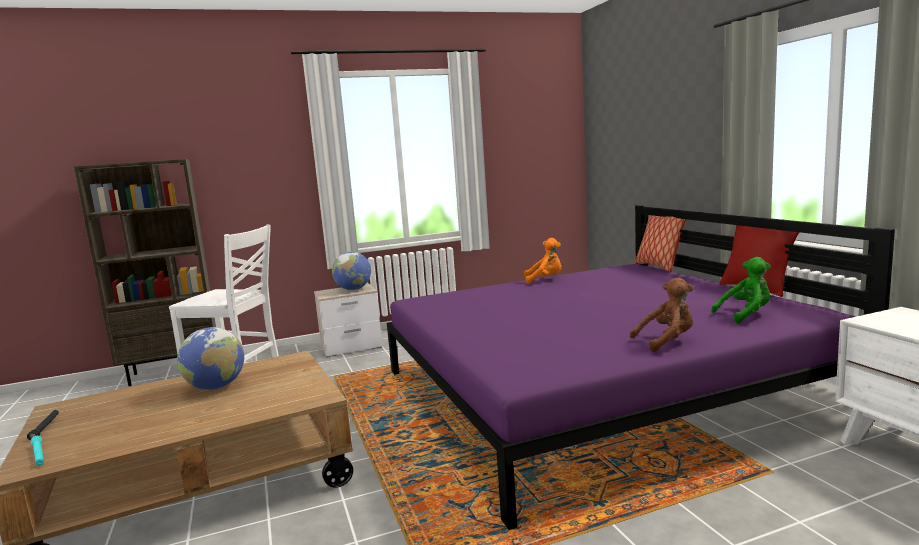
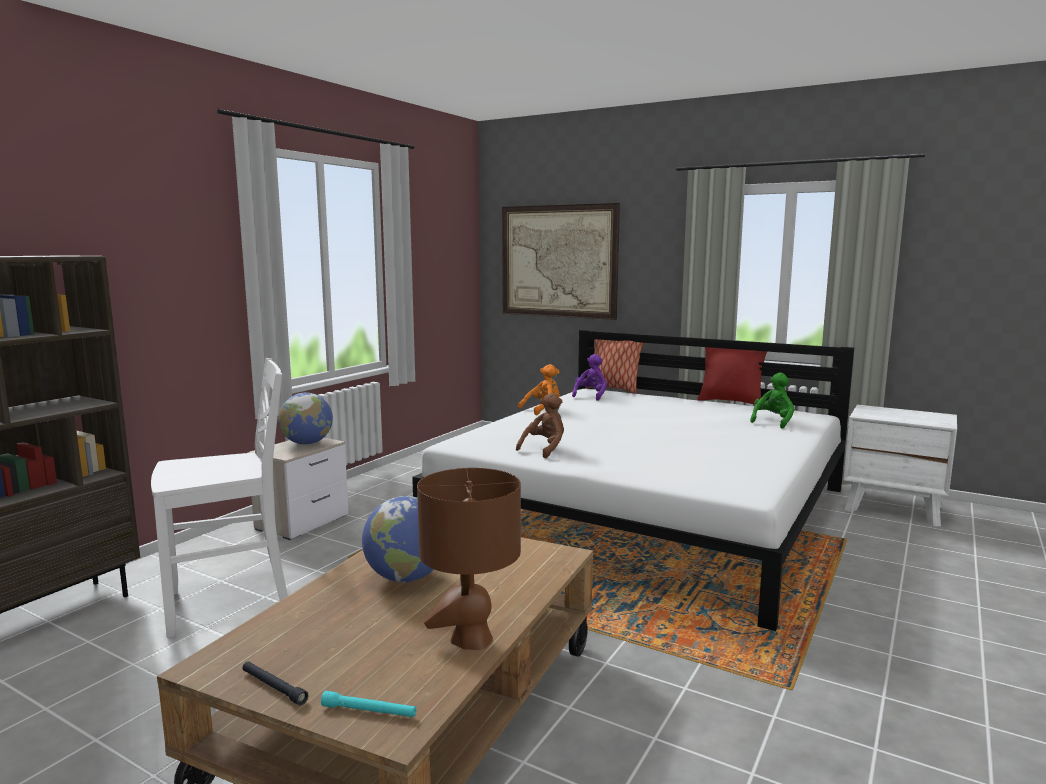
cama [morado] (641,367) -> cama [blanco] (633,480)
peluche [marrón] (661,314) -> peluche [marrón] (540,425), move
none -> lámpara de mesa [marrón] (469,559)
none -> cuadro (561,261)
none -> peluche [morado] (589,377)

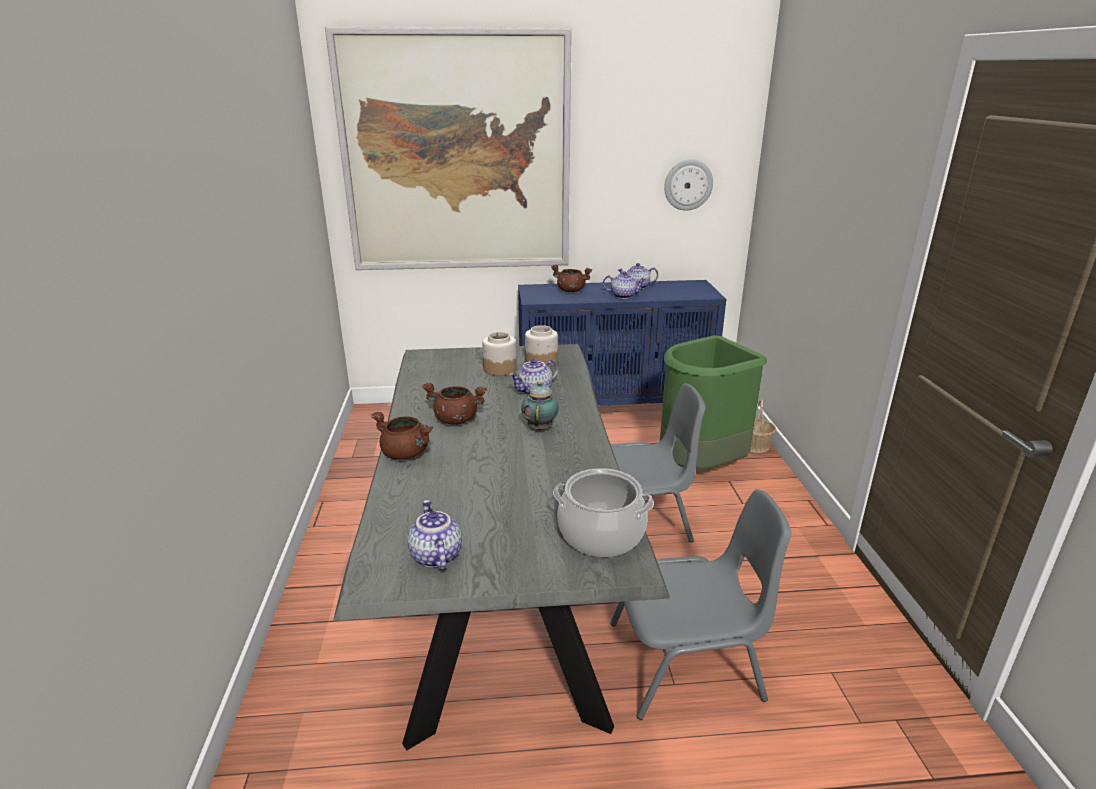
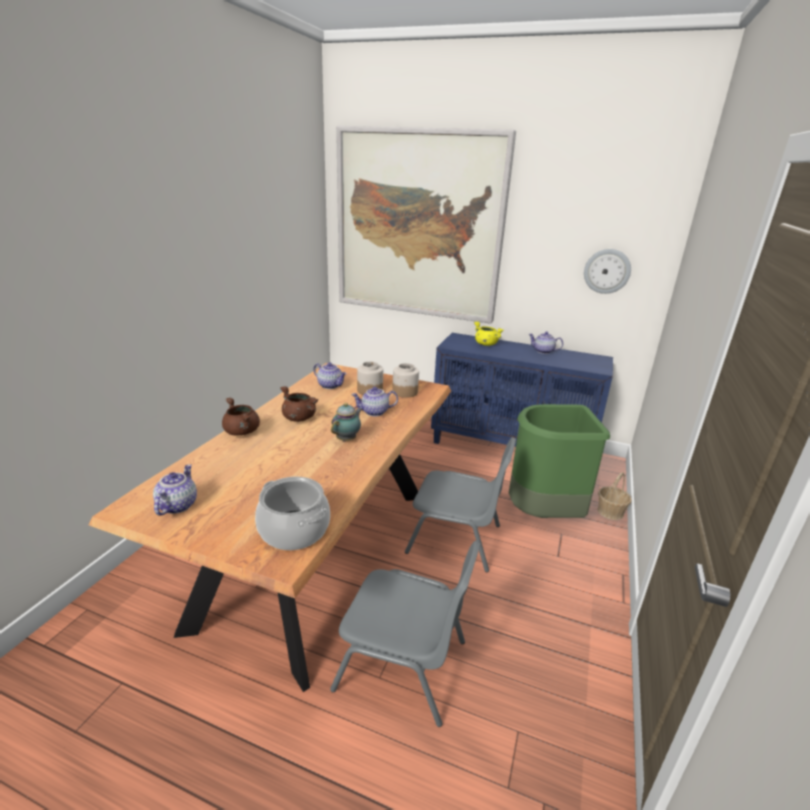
mesa de comedor [gris] (501,547) -> mesa de comedor [marrón] (270,527)
olla [marrón] (571,278) -> olla [amarillo] (489,333)
tetera (624,285) -> tetera (330,376), move

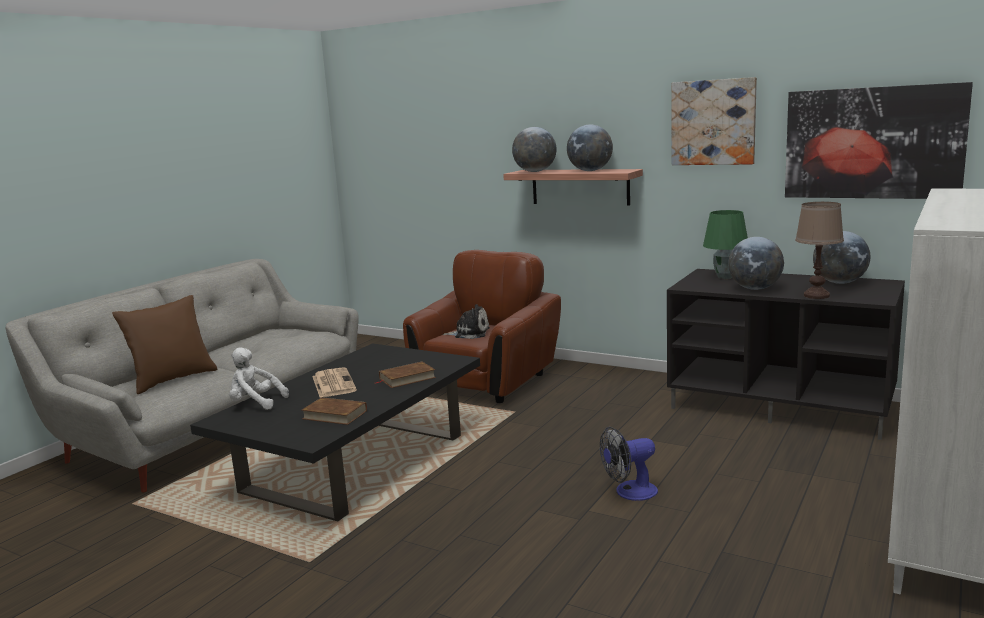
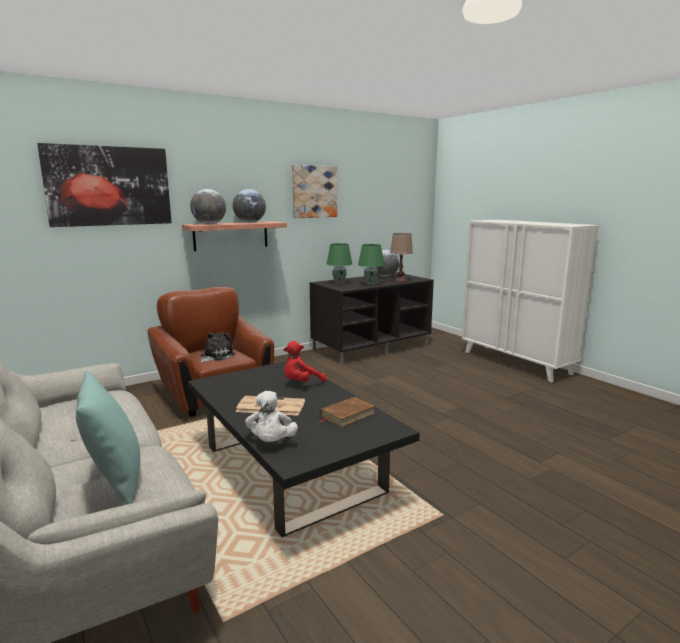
cojín [marrón] (164,344) -> cojín [turquesa] (108,437)
peluche [blanco] (259,379) -> peluche [blanco] (271,416), 45 degrees counterclockwise
libro [marrón] (405,374) -> peluche [rojo] (305,361)
ventilador (629,464) -> none
globo terráqueo (756,263) -> lámpara de mesa [verde] (371,264)
cuadro (879,140) -> cuadro (104,185), move

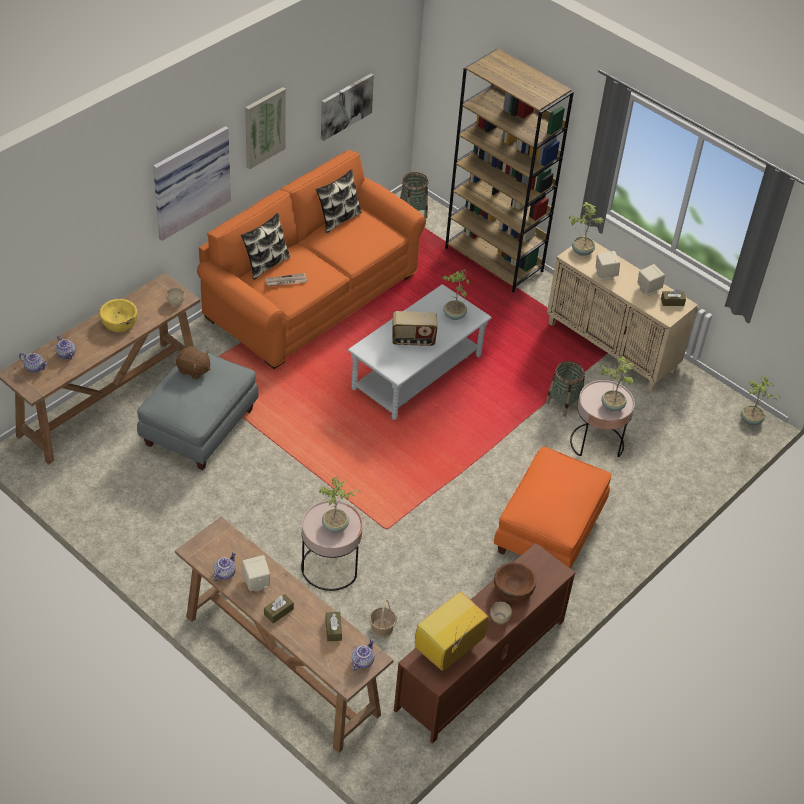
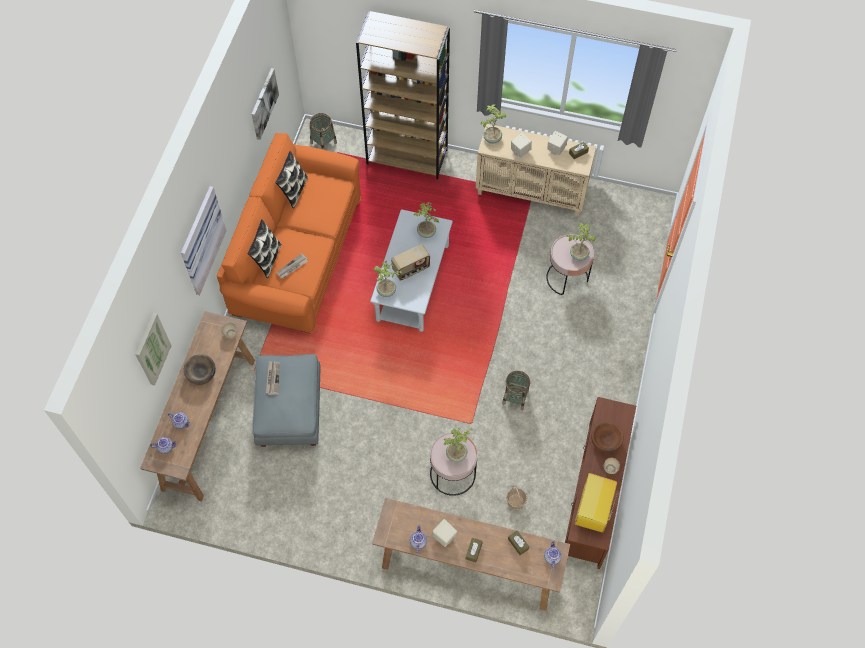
cuenco [amarillo] (119,315) -> cuenco [marrón] (200,369)
peluche [marrón] (193,363) -> periódico (273,378)
cuadro (265,128) -> cuadro (153,349), move
puf [naranja] (553,508) -> none
cesta (565,389) -> cesta (516,390), move
planta en maceta (761,400) -> planta en maceta (387,279), move

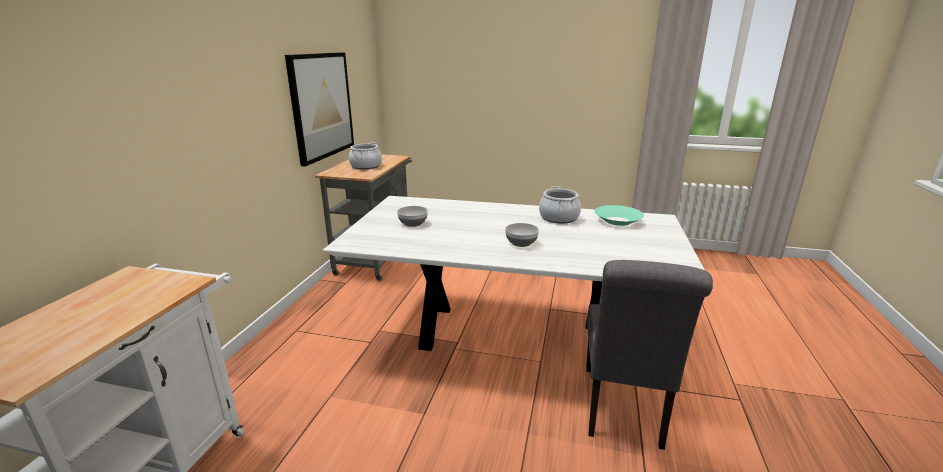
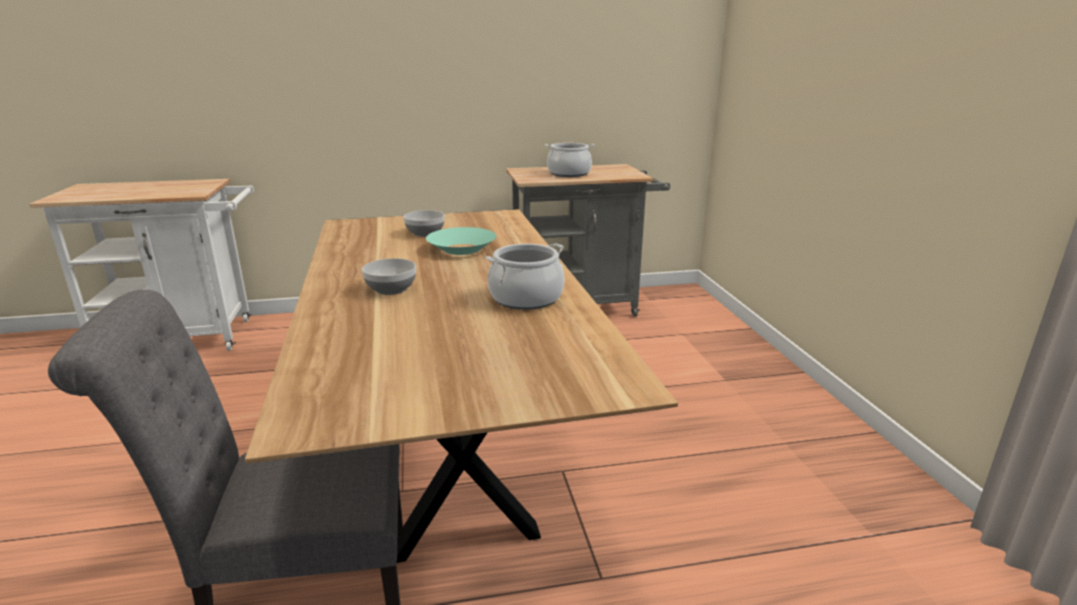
cuadro (319,109) -> none
mesa de comedor [blanco] (518,284) -> mesa de comedor [marrón] (461,386)
cuenco [turquesa] (619,215) -> cuenco [turquesa] (461,241), move

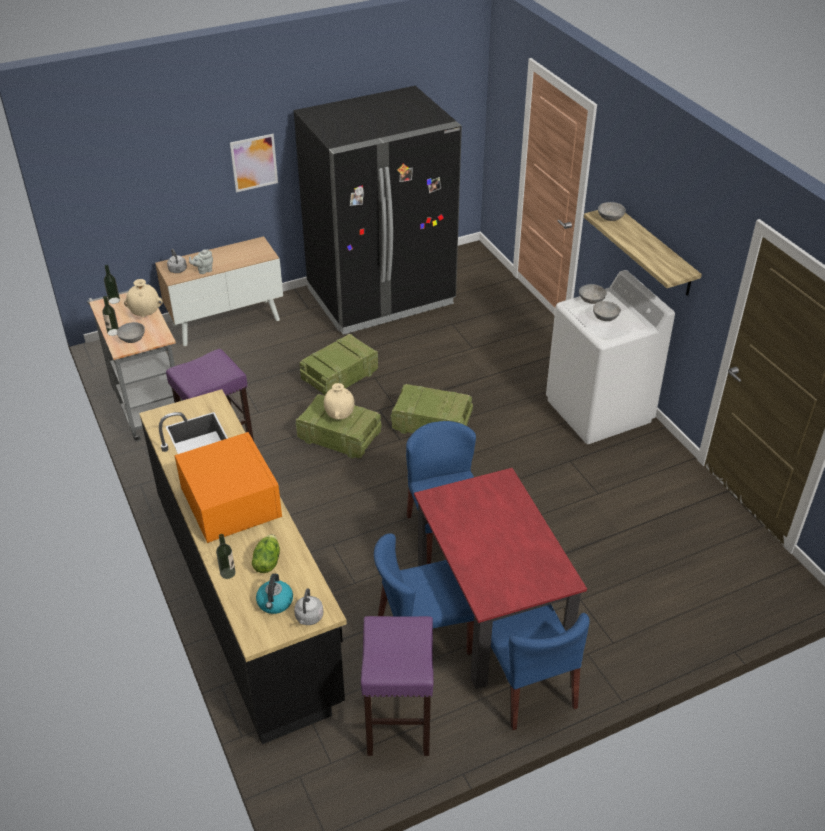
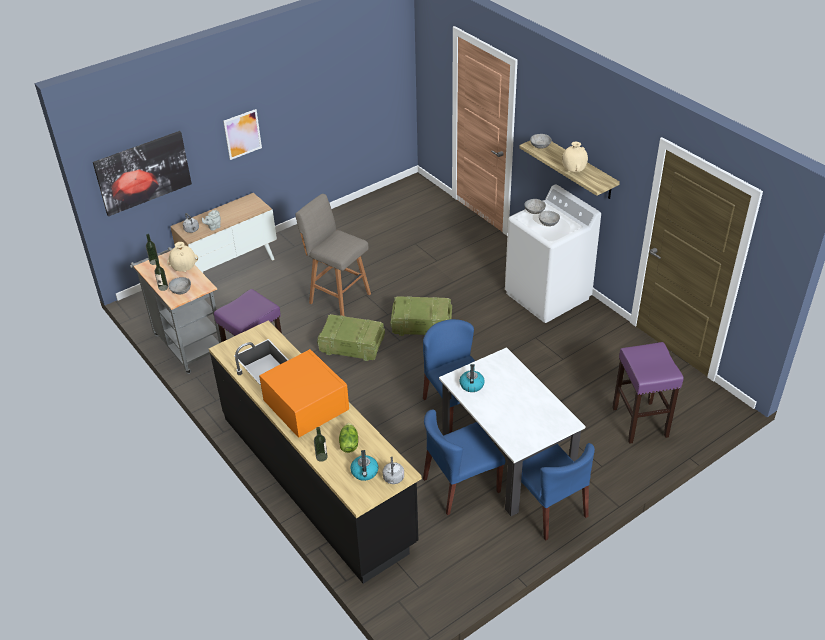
nevera [negro] (378,210) -> none
caja de embalaje (339,364) -> taburete [gris] (333,255)
florero [beis] (339,401) -> florero [beis] (575,157), move
taburete [morado] (397,686) -> taburete [morado] (648,393), move
mesa de comedor [rojo] (500,578) -> mesa de comedor [blanco] (512,431)
none -> cuadro (142,173)
none -> hervidor (472,378)

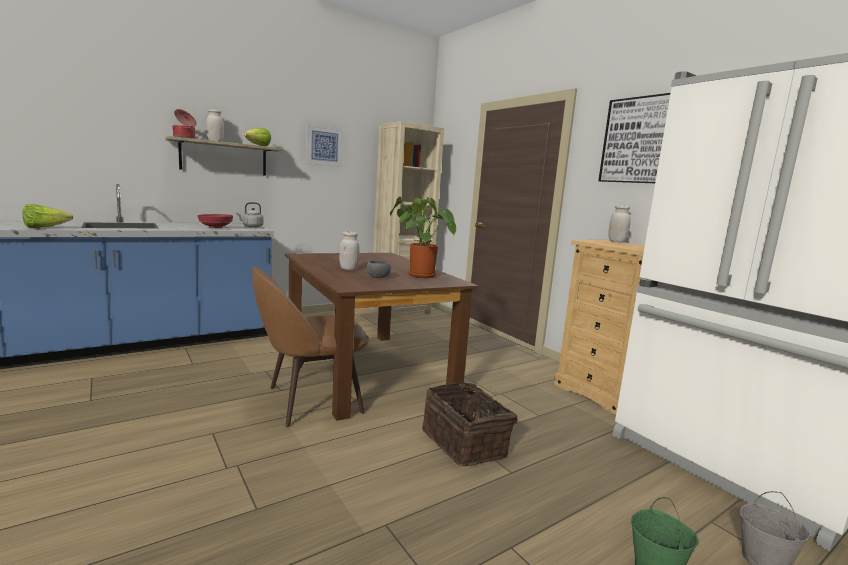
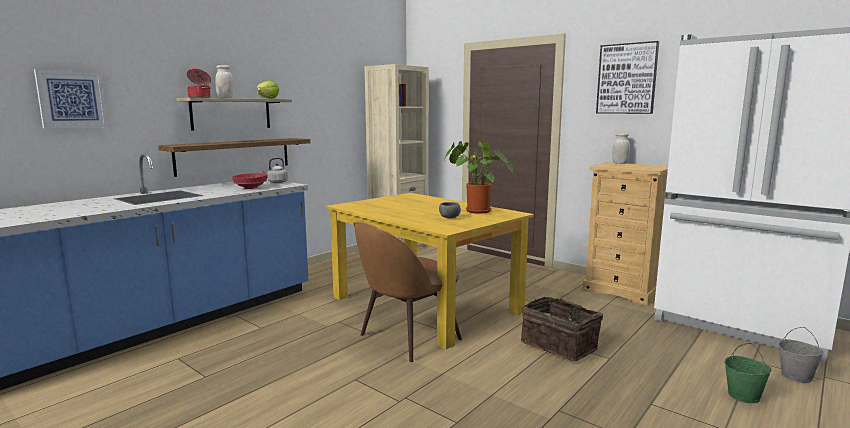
lechuga (48,216) -> none
mesa de comedor [marrón] (382,337) -> mesa de comedor [amarillo] (429,271)
cuadro (324,145) -> cuadro (71,99), move
tarro [blanco] (349,250) -> none
none -> estante (234,157)

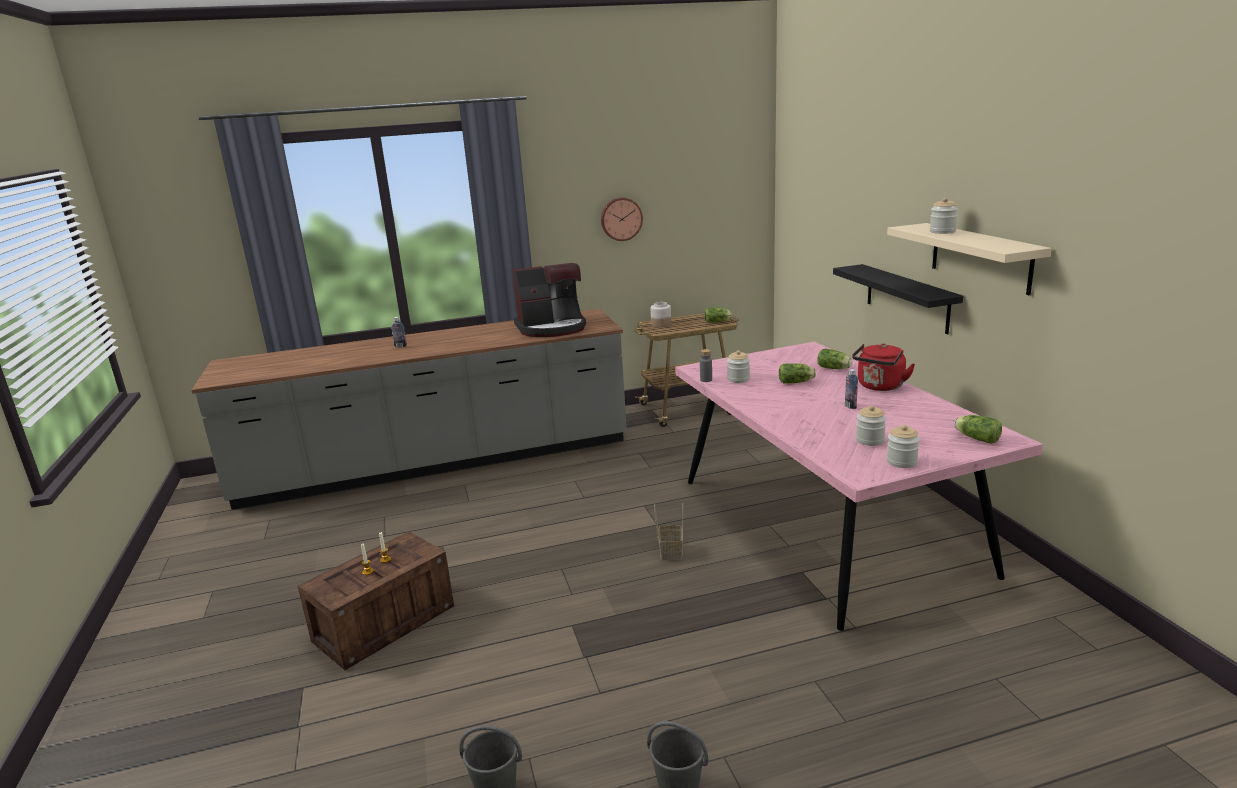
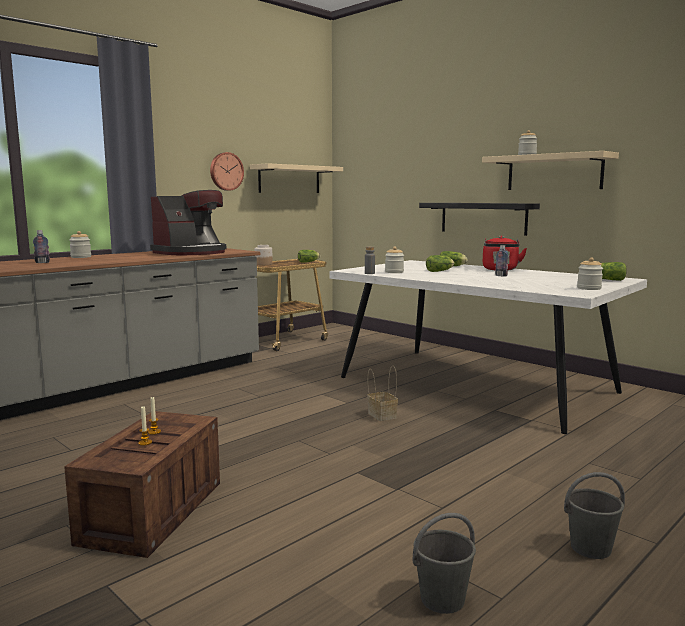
mesa de comedor [rosa] (859,486) -> mesa de comedor [blanco] (488,347)
tarro (871,425) -> tarro (80,244), move
none -> estante [beis] (296,178)

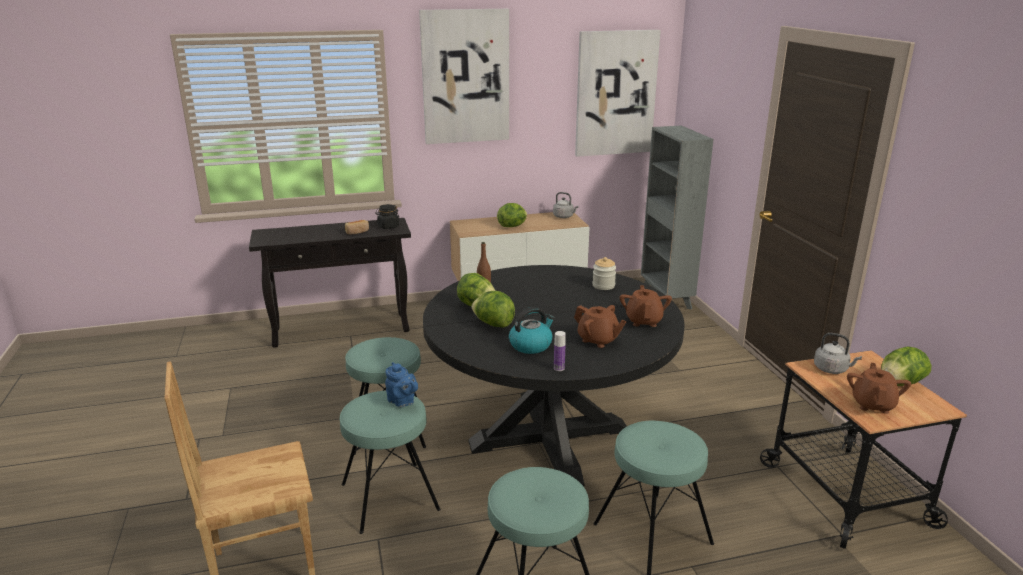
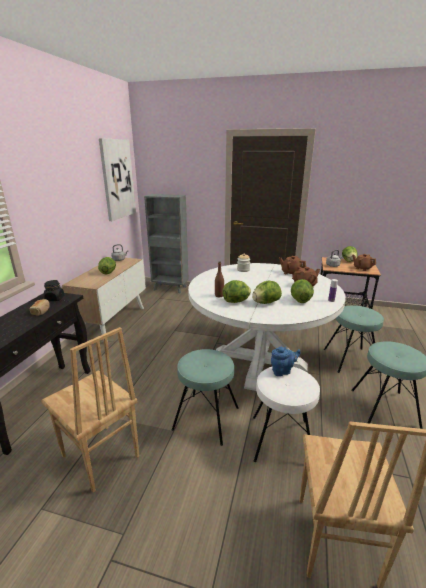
taburete [turquesa] (390,462) -> taburete [blanco] (286,414)
cuadro (464,76) -> none
mesa de comedor [negro] (554,376) -> mesa de comedor [blanco] (267,327)
hervidor (532,330) -> lechuga (302,291)
none -> silla [marrón] (90,410)

